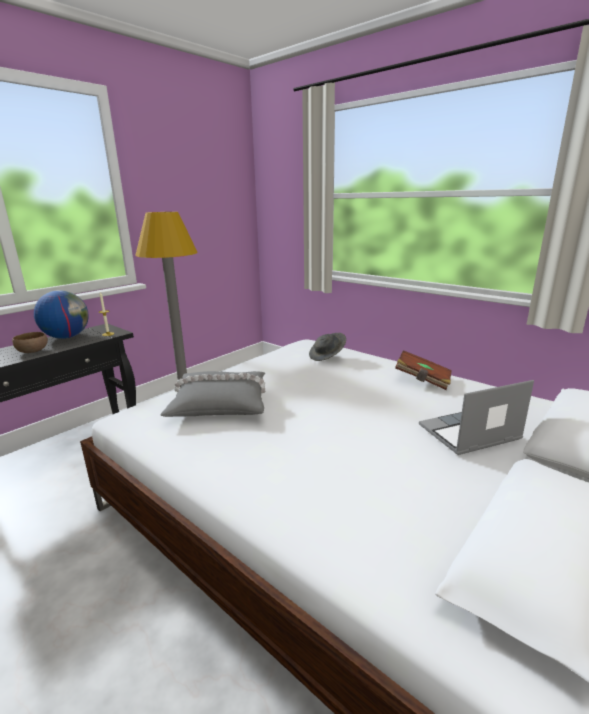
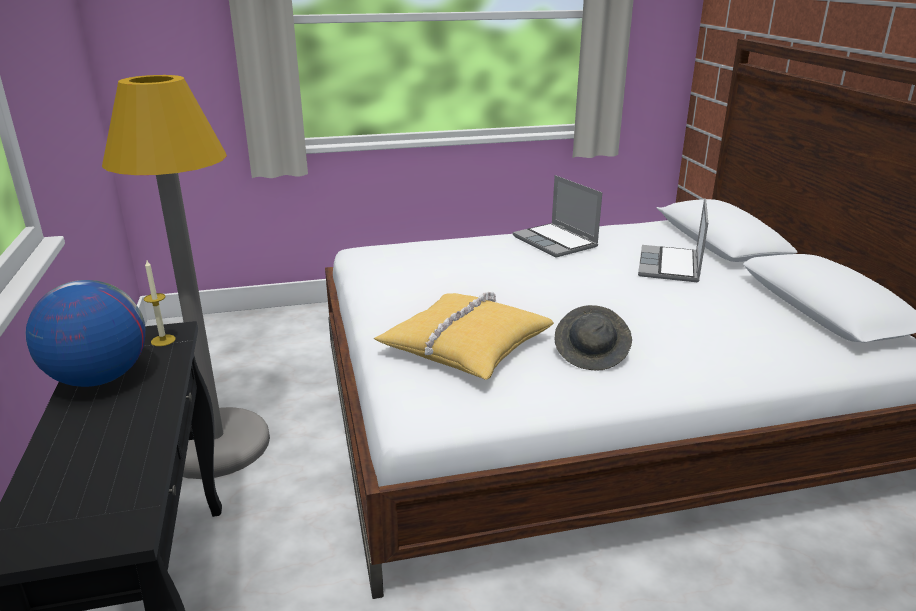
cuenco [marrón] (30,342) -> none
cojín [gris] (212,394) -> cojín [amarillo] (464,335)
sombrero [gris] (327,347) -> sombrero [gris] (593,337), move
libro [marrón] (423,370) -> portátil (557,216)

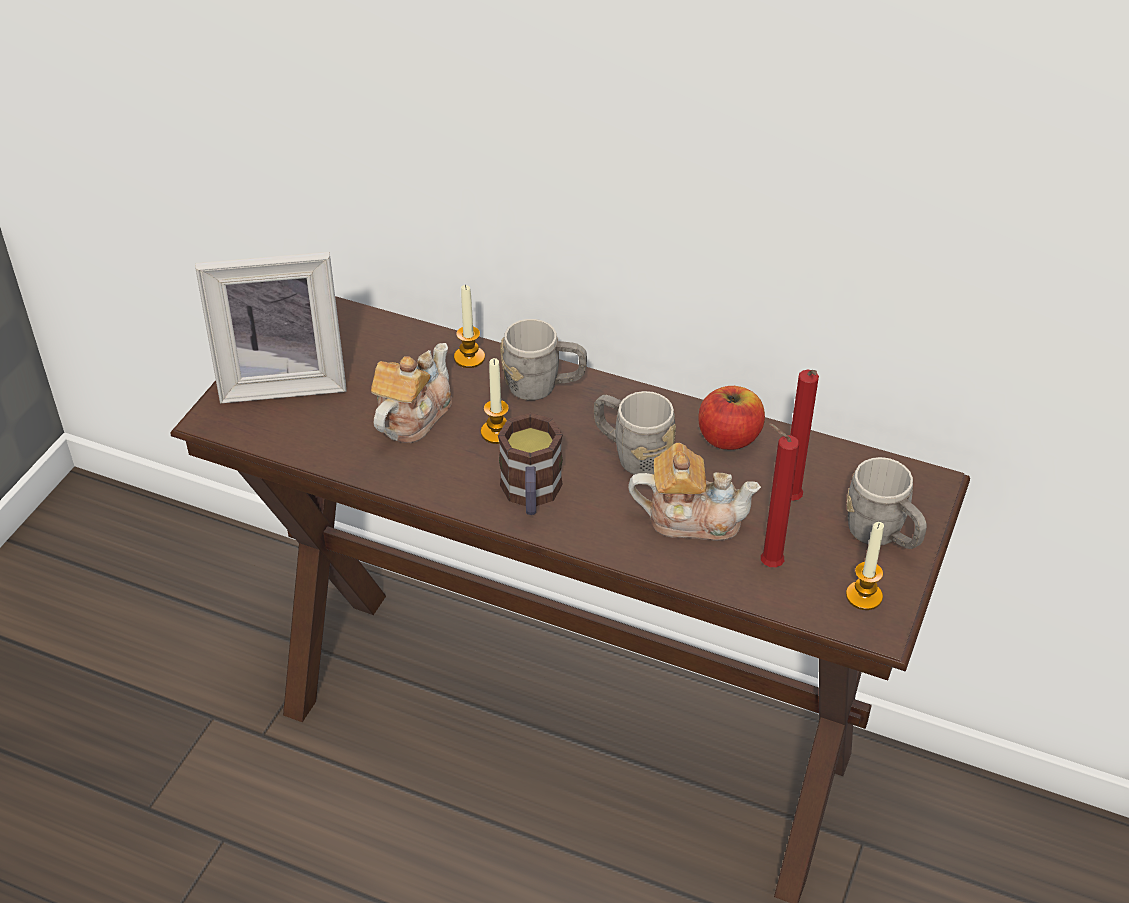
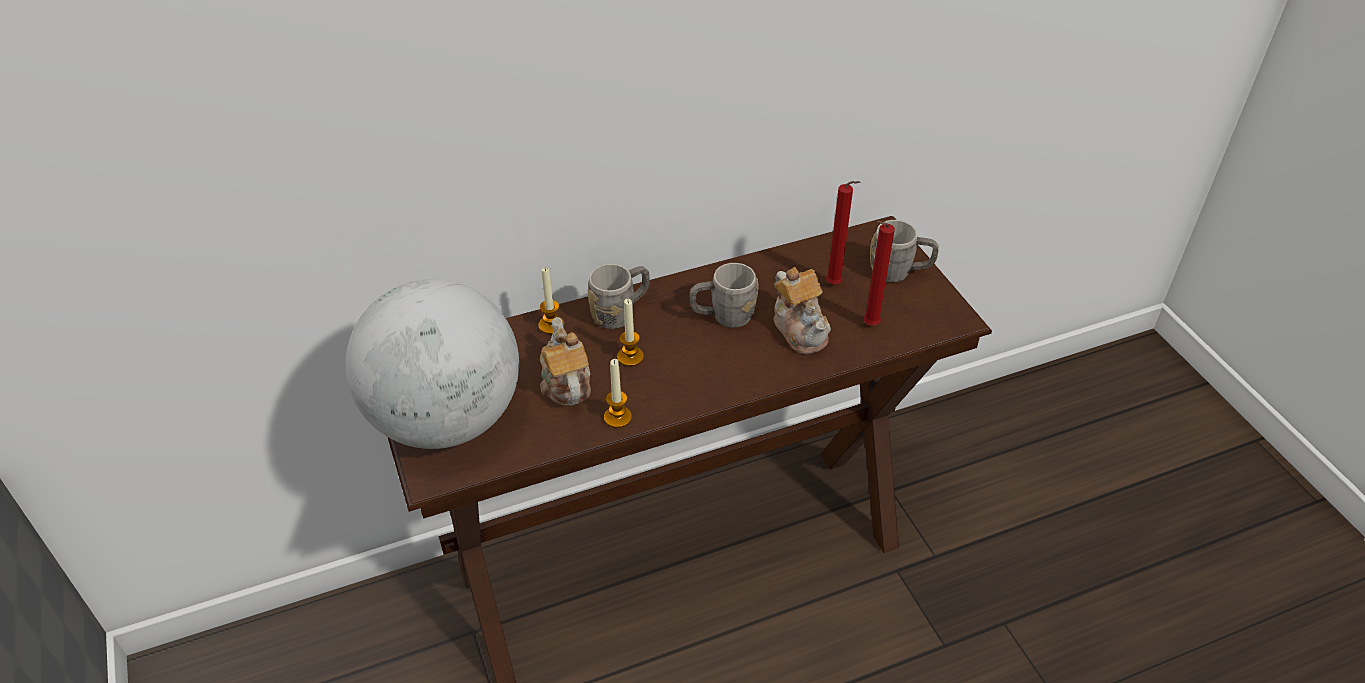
portarretratos (271,327) -> globo terráqueo (432,364)
taza grande (530,464) -> none
tetera (694,492) -> tetera (802,310), 105 degrees clockwise
manzana (731,418) -> none
vela (865,566) -> vela (618,393), move

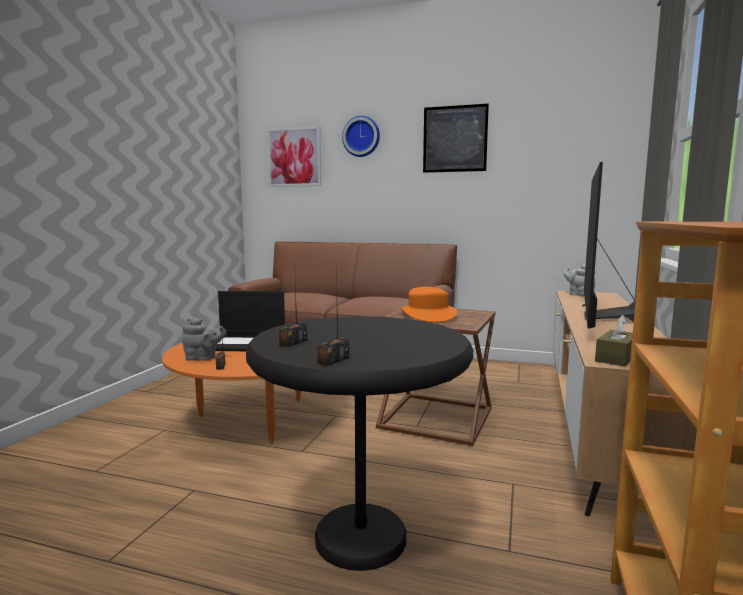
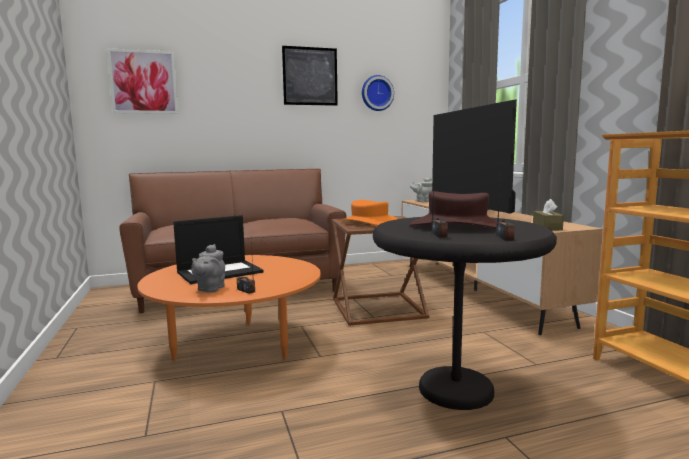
tetera [gris] (204,339) -> tetera [gris] (208,268), 135 degrees clockwise
reloj de pared (361,136) -> reloj de pared (378,93), move
none -> sombrero [marrón] (453,209)

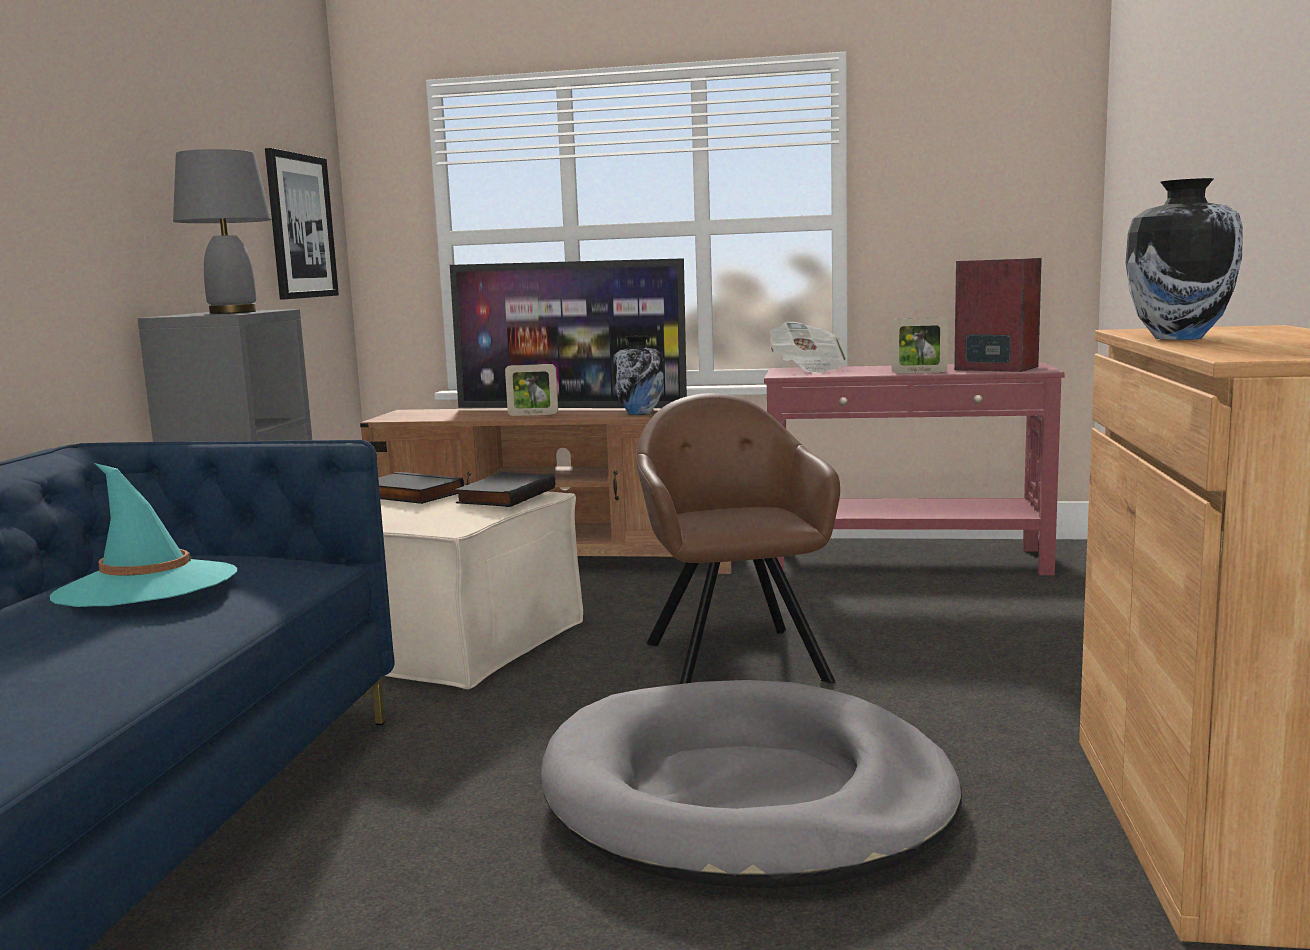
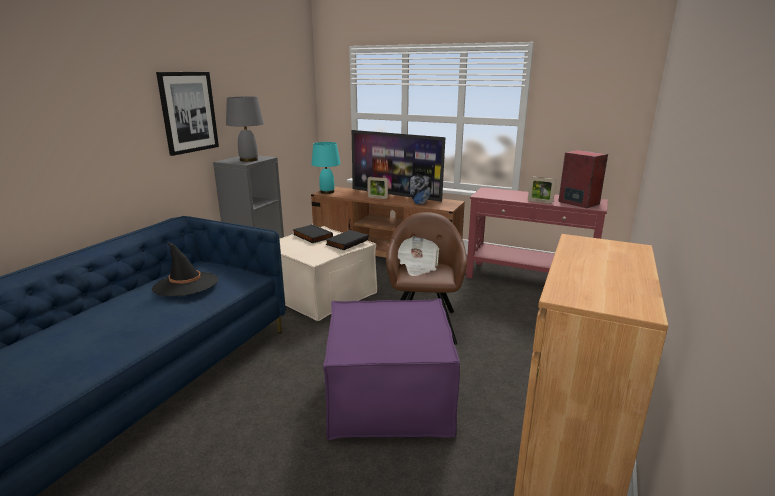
sombrero [turquesa] (143,535) -> sombrero [negro] (185,269)
cuadro (302,224) -> cuadro (187,114), move
cama para perro [gris] (751,784) -> puf [morado] (391,369)
periódico (809,348) -> periódico (418,256), move
florero (1184,259) -> none
none -> lámpara de mesa [turquesa] (326,168)

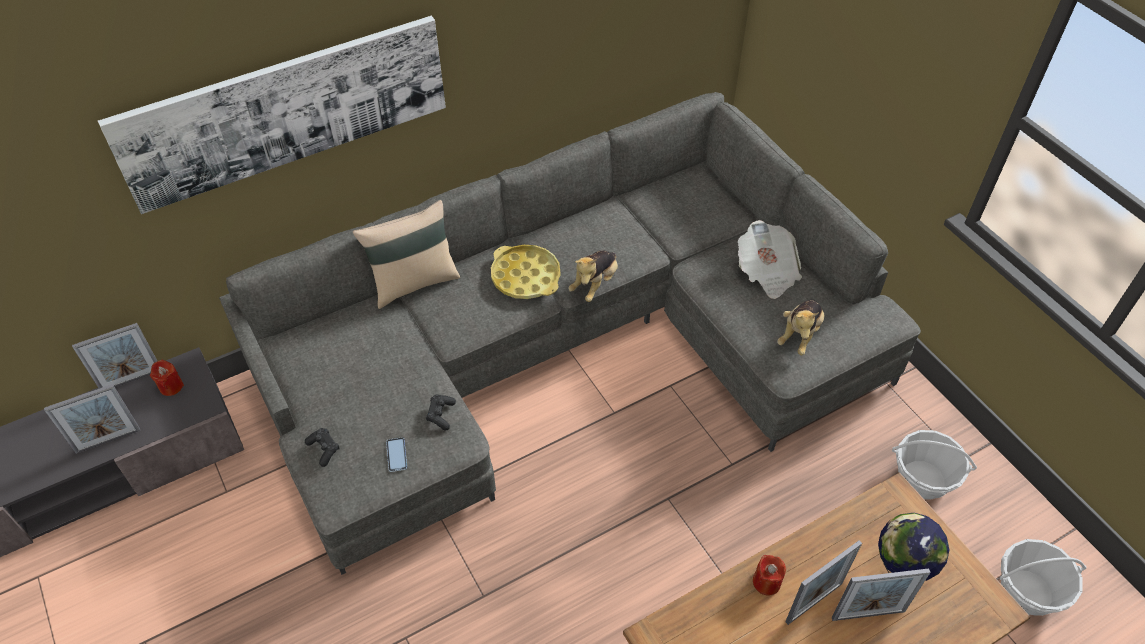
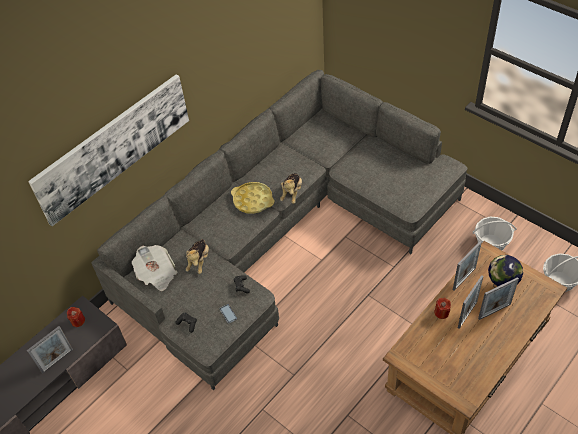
portarretratos (114,356) -> portarretratos (467,266), move
cojín [beis] (406,254) -> none
periódico (770,259) -> periódico (154,268), move
peluche (800,327) -> peluche (197,256), move

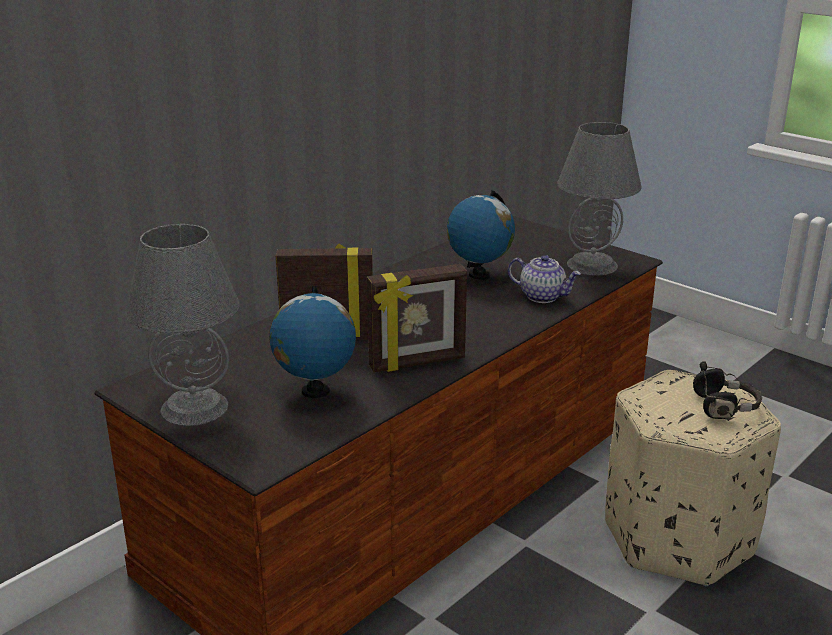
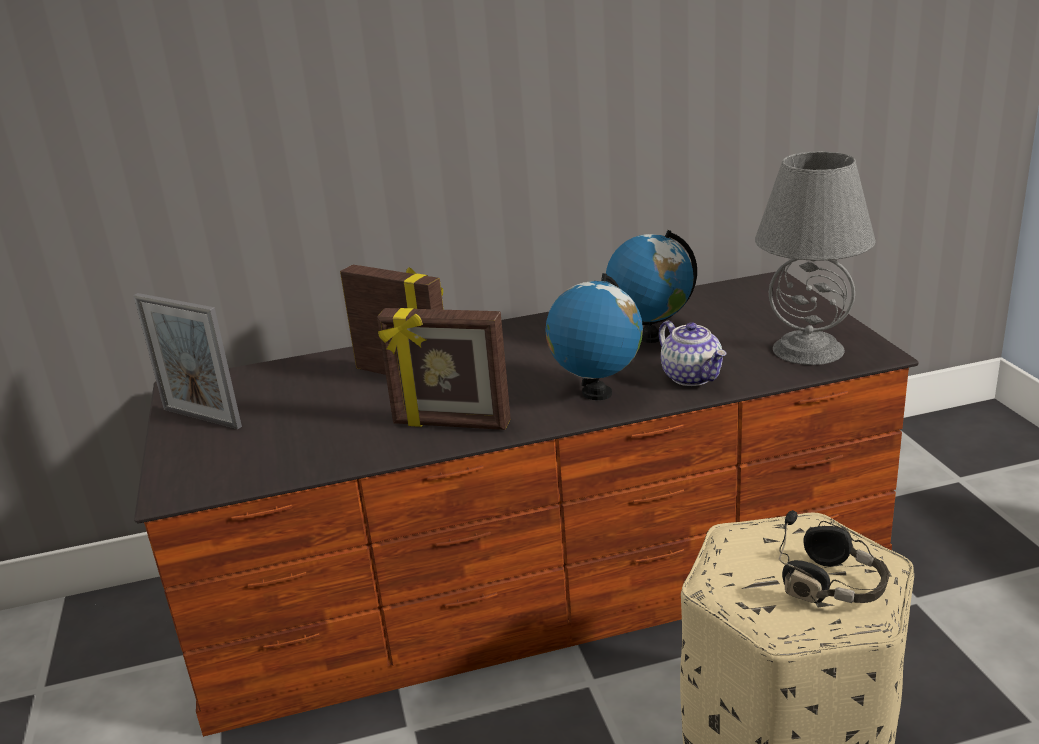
lámpara de mesa [gris] (182,325) -> portarretratos (187,361)
globo terráqueo (312,342) -> globo terráqueo (594,336), move

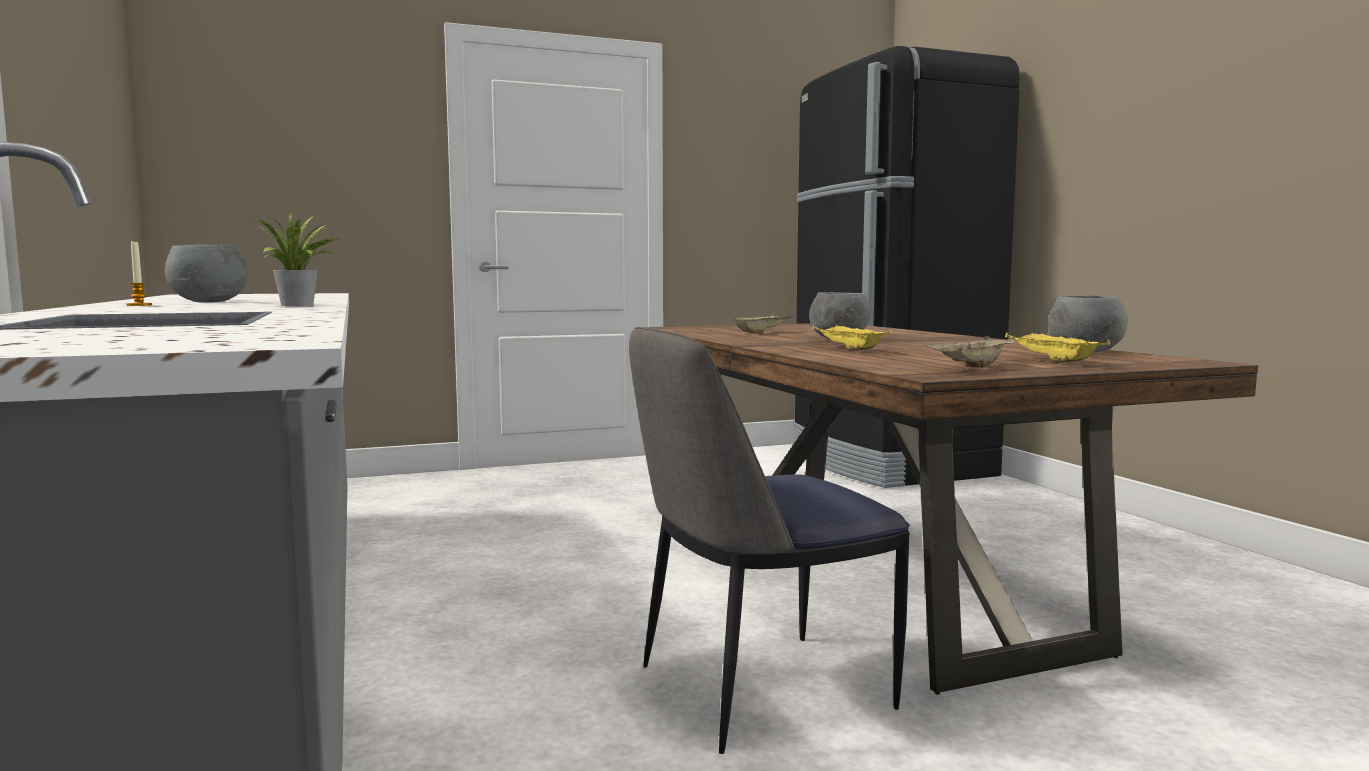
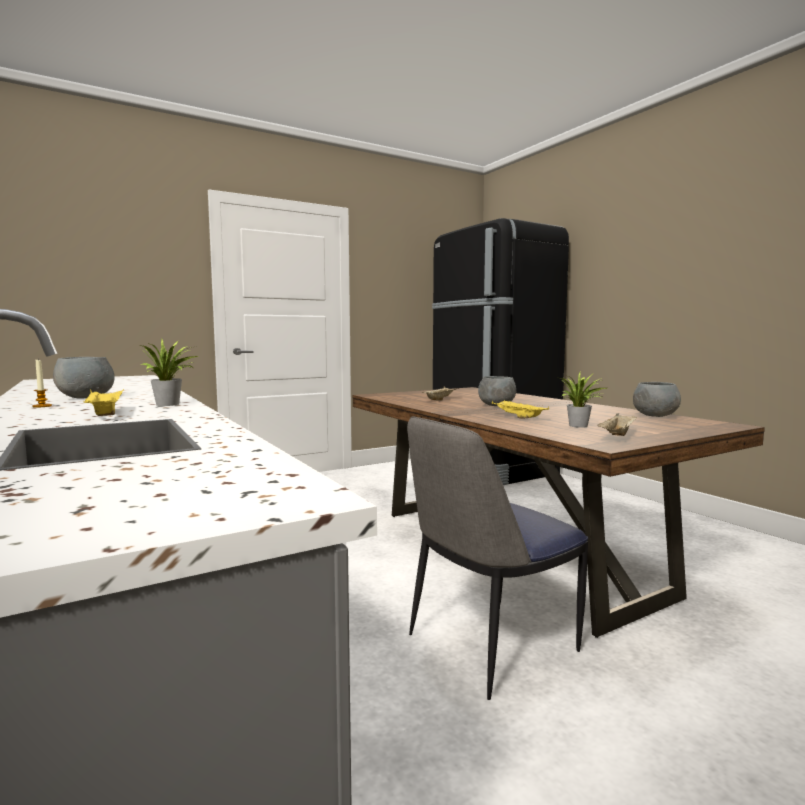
bandeja [amarillo] (1057,346) -> bandeja [amarillo] (103,402), move
none -> planta en maceta (584,400)

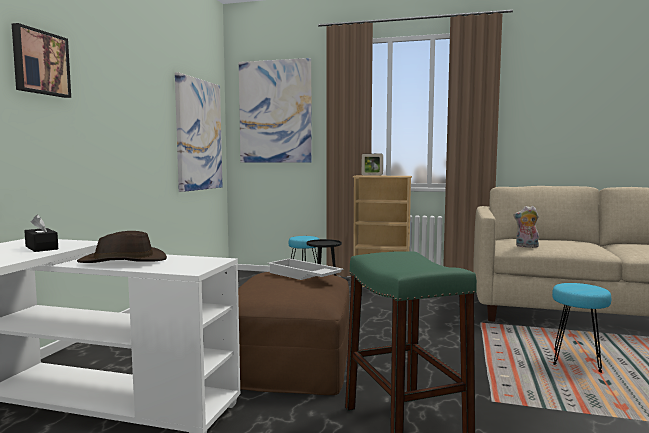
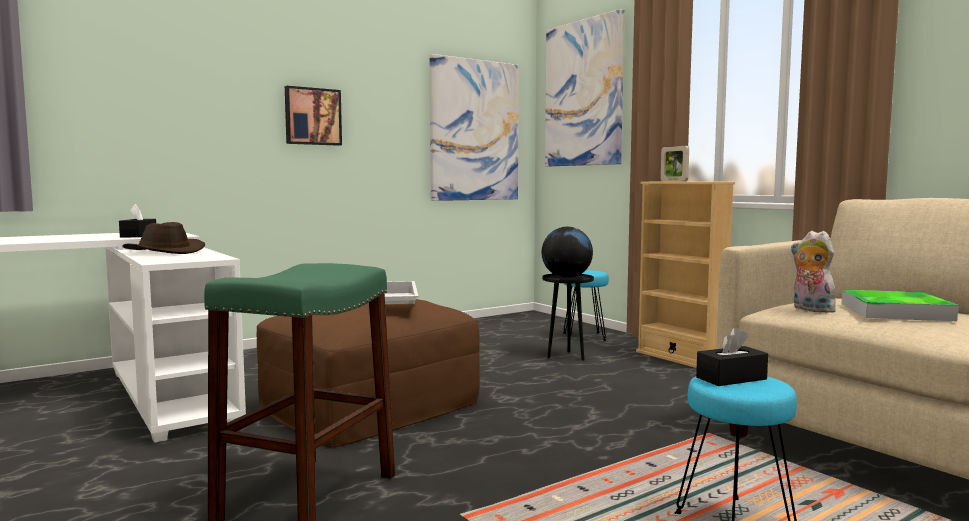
cuadro (41,60) -> cuadro (313,116), move
none -> globo terráqueo (567,252)
none -> caja de pañuelos [negro] (732,356)
none -> bandeja (900,305)

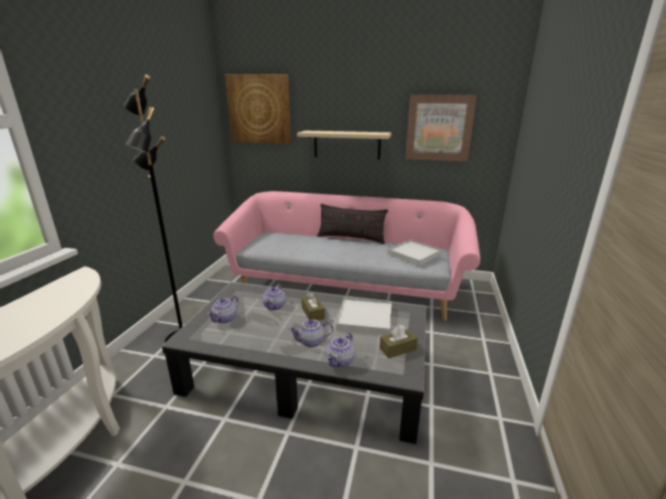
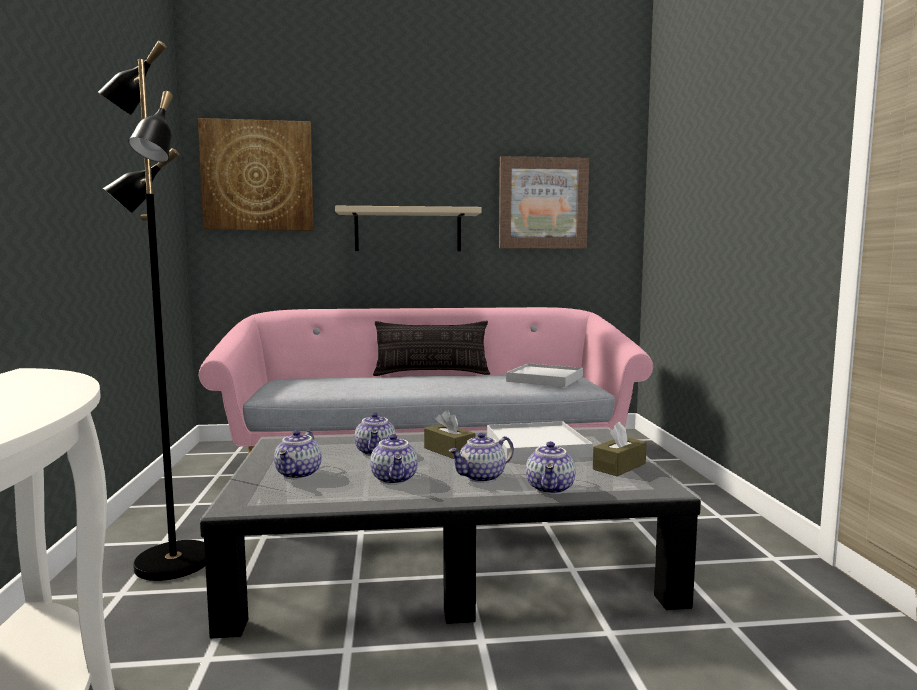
none -> tetera (394,459)

